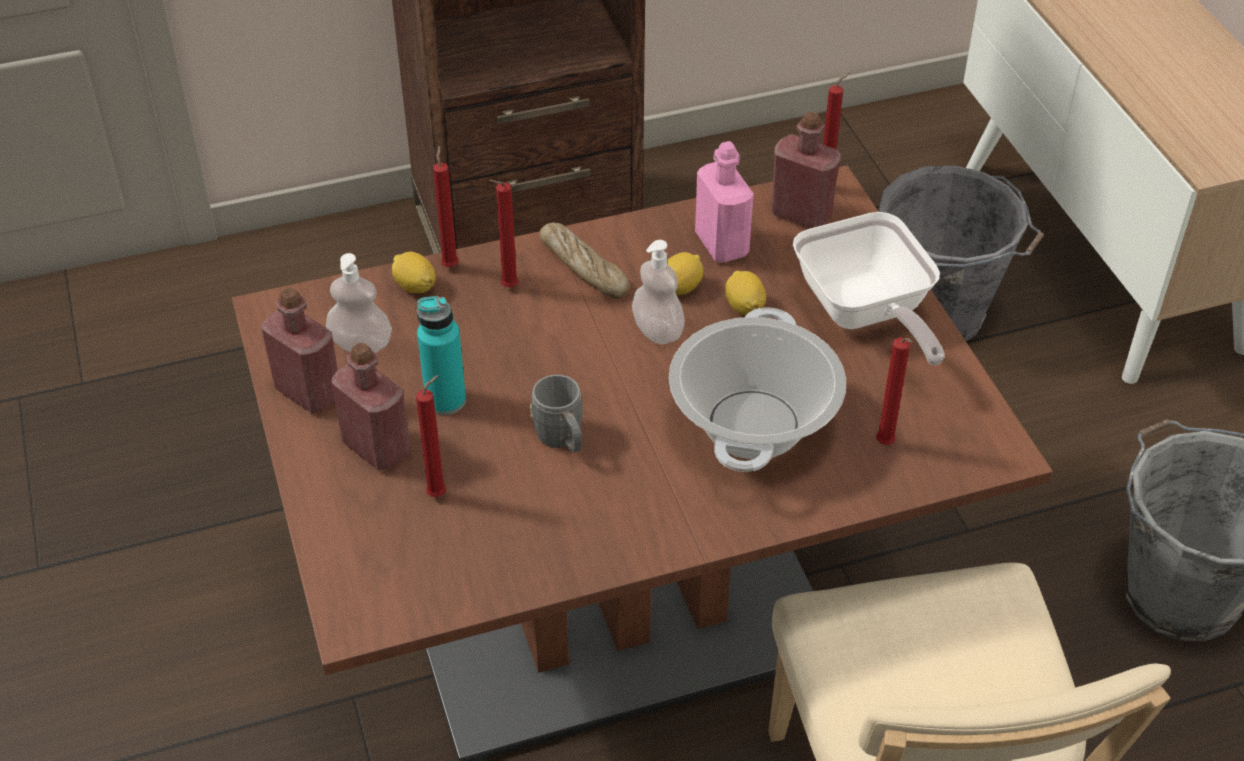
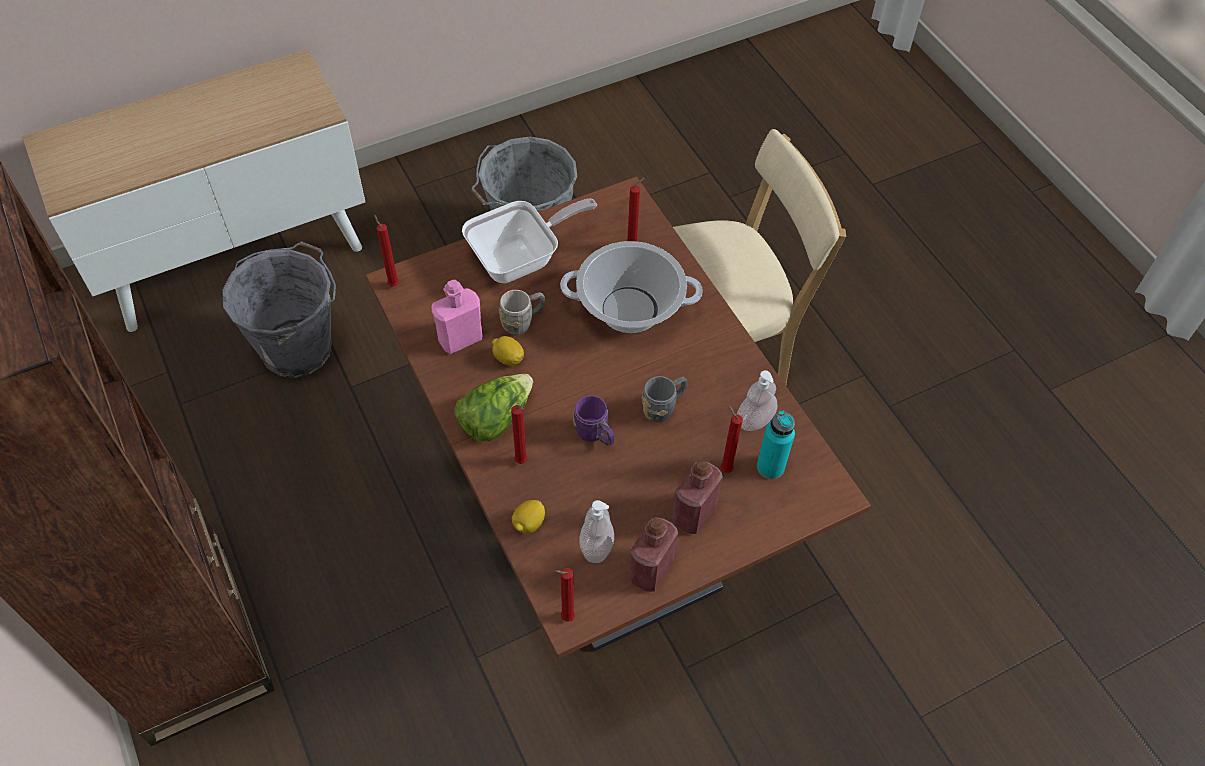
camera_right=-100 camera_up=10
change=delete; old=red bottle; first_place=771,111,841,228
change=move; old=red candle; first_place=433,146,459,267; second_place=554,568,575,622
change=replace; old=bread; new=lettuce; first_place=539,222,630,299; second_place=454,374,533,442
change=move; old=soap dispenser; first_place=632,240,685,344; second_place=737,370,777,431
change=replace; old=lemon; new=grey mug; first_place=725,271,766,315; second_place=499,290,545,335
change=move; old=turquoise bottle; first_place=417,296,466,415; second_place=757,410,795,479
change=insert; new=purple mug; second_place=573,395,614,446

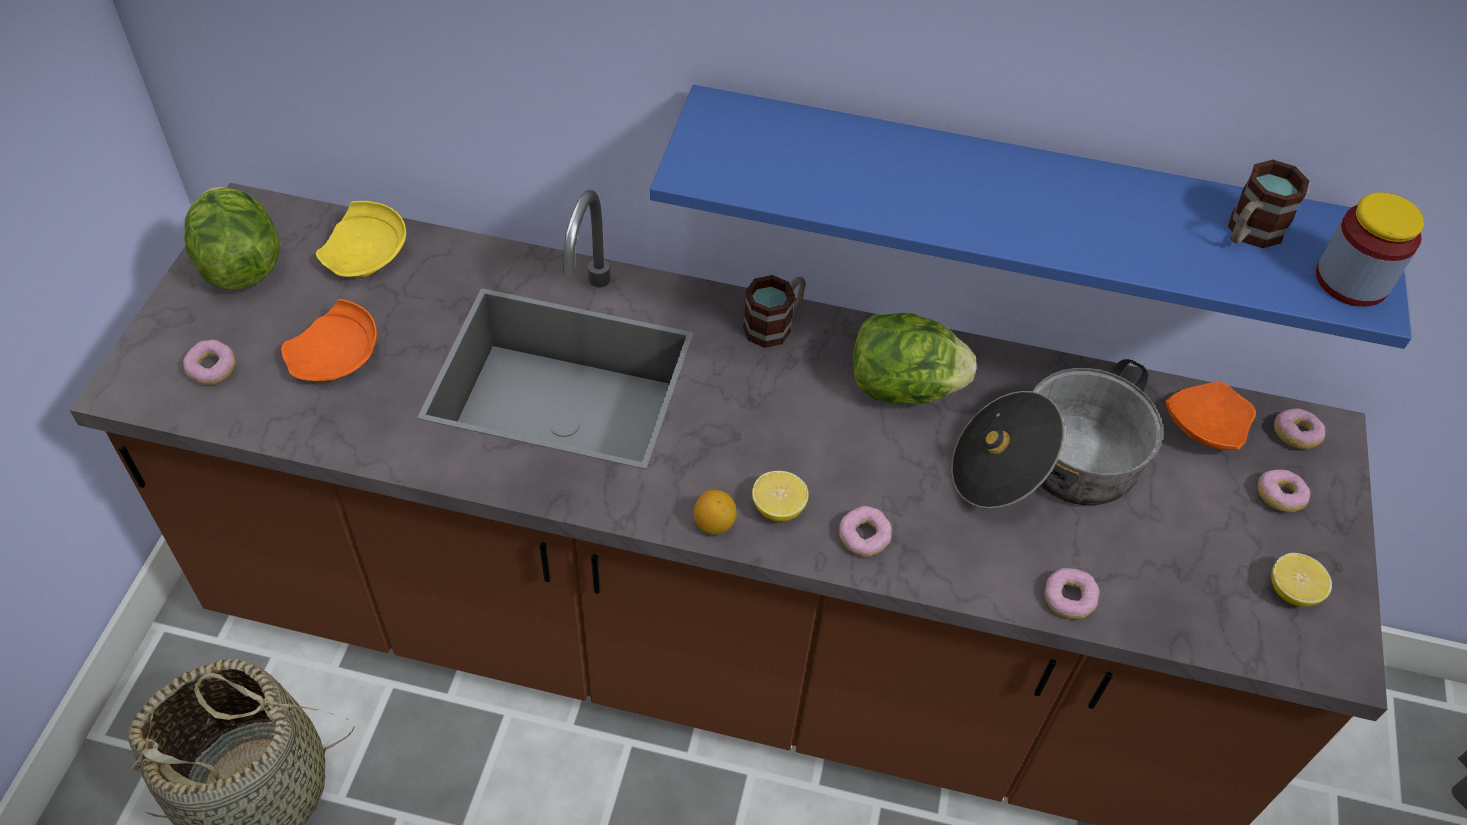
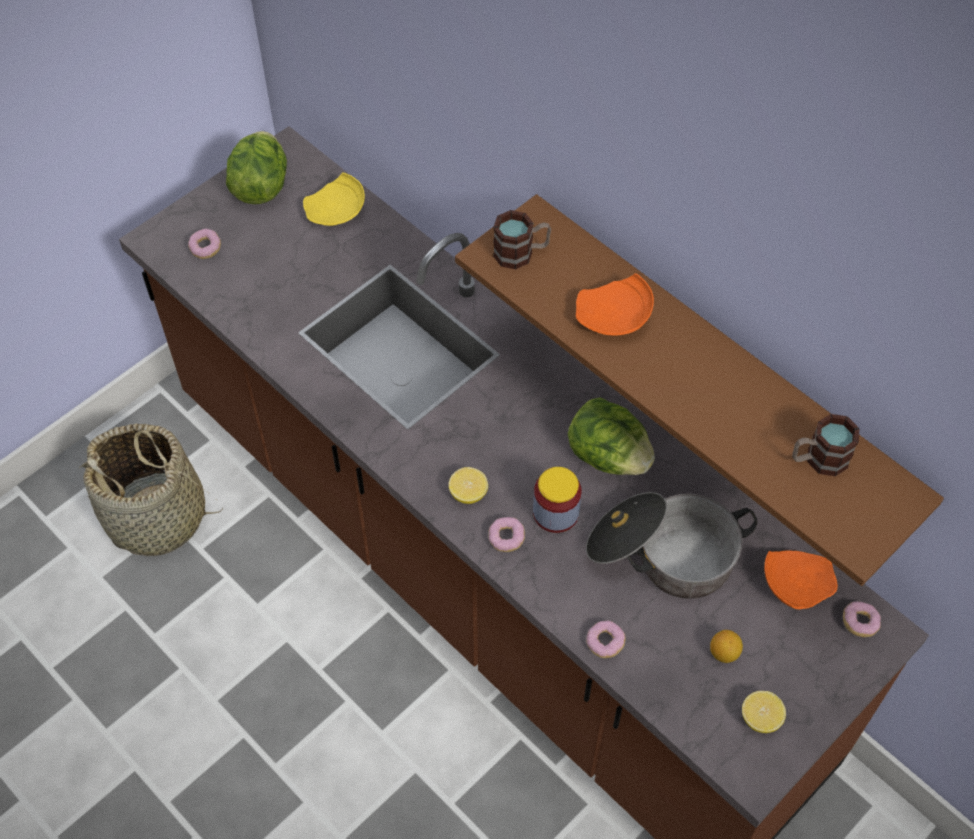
camera_right=35 camera_up=5
change=recolor; old=blue shelf; new=brown shelf; first_place=650,85,1412,349; second_place=455,194,944,586
change=move; old=jar; first_place=1316,192,1424,307; second_place=533,467,582,533
change=move; old=mug; first_place=743,275,806,348; second_place=493,210,551,270
change=move; old=orange plate; first_place=281,299,377,381; second_place=576,273,654,336
change=delete; old=donut; first_place=1257,470,1310,512
change=move; old=lemon; first_place=694,490,737,535; second_place=710,630,743,663

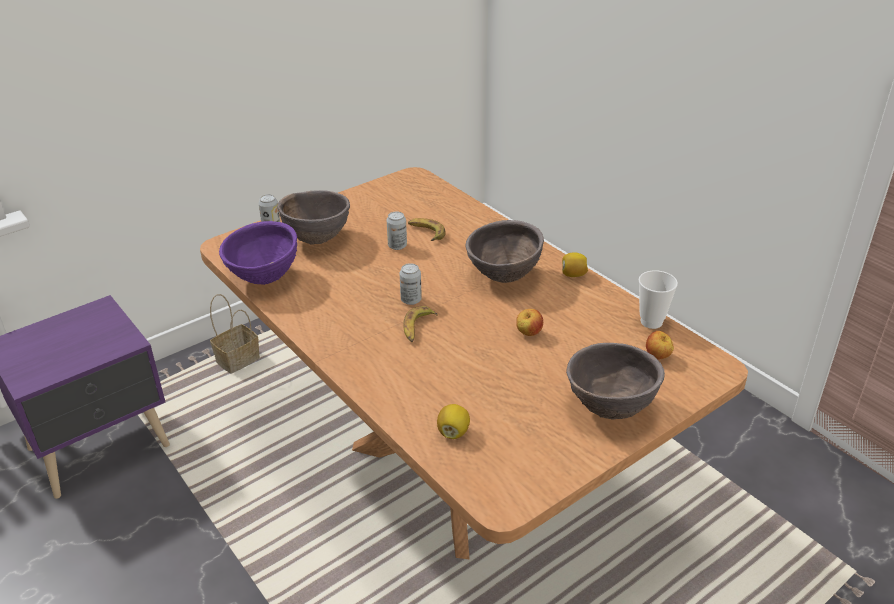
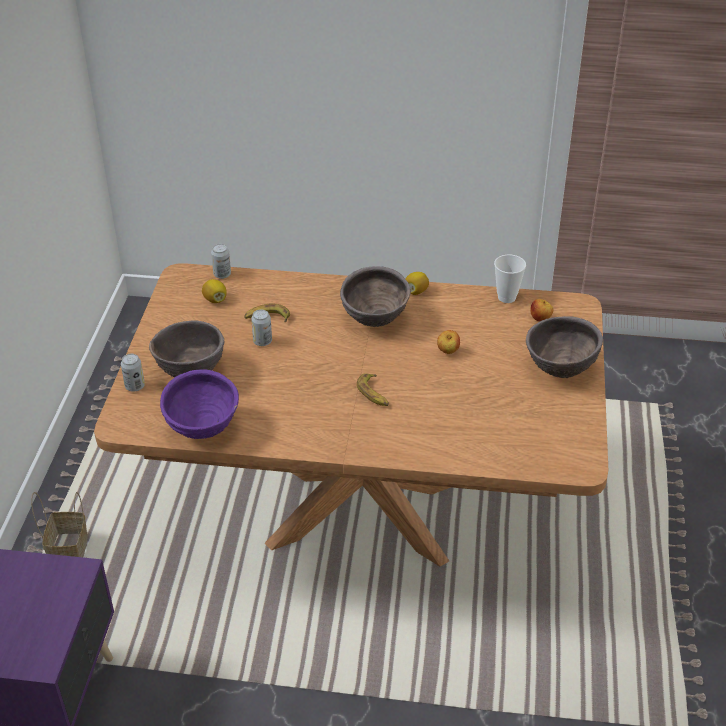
camera_right=-45 camera_up=5
change=move; old=can; first_place=399,263,422,305; second_place=211,244,231,279
change=move; old=lemon; first_place=437,404,470,439; second_place=202,279,227,303

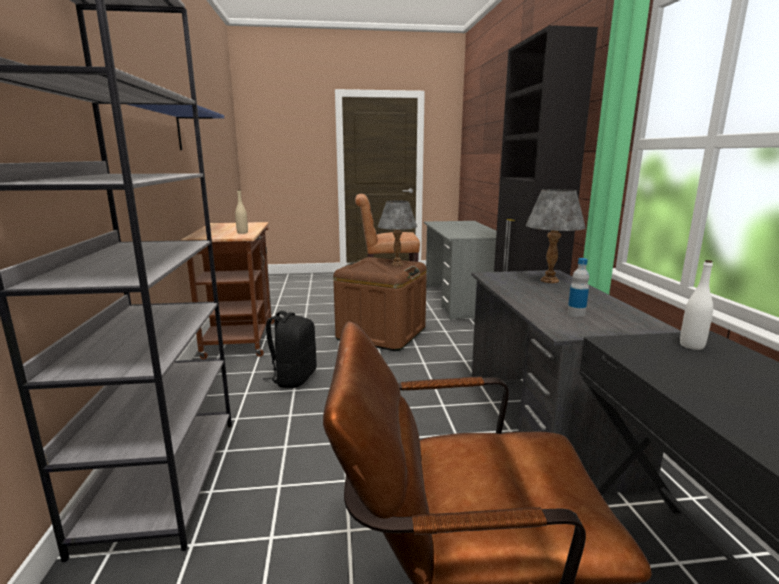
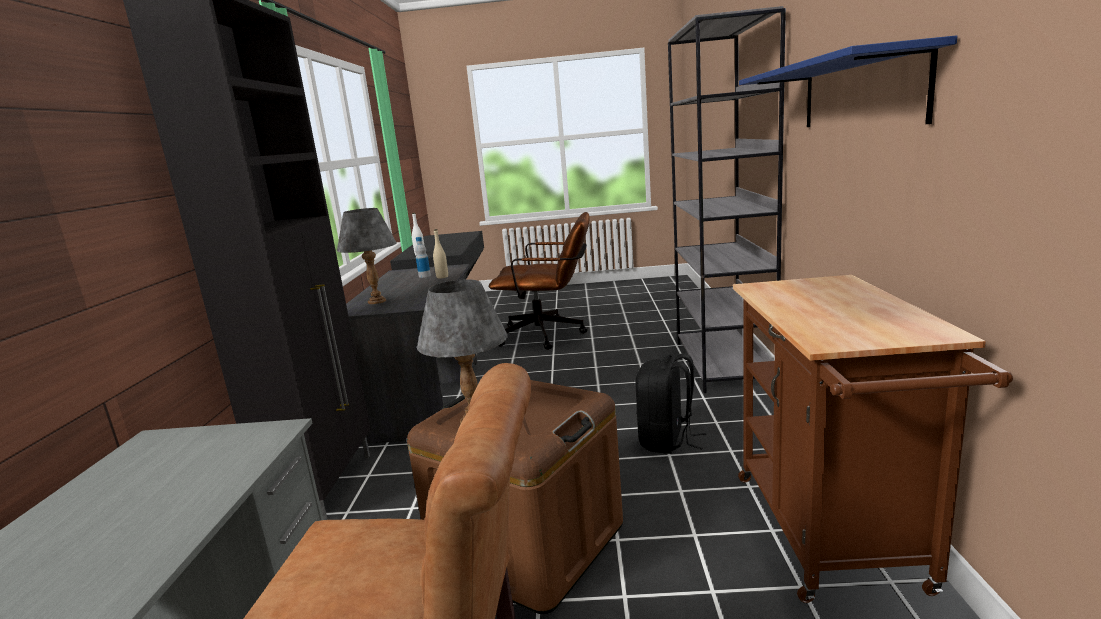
camera_right=-170 camera_up=0
change=move; old=beige bottle; first_place=235,190,248,234; second_place=433,229,448,279

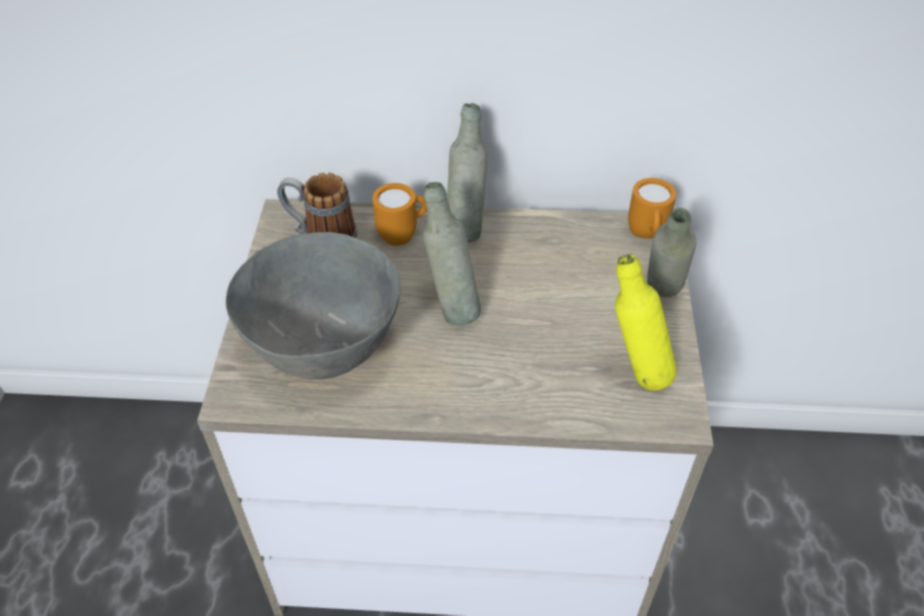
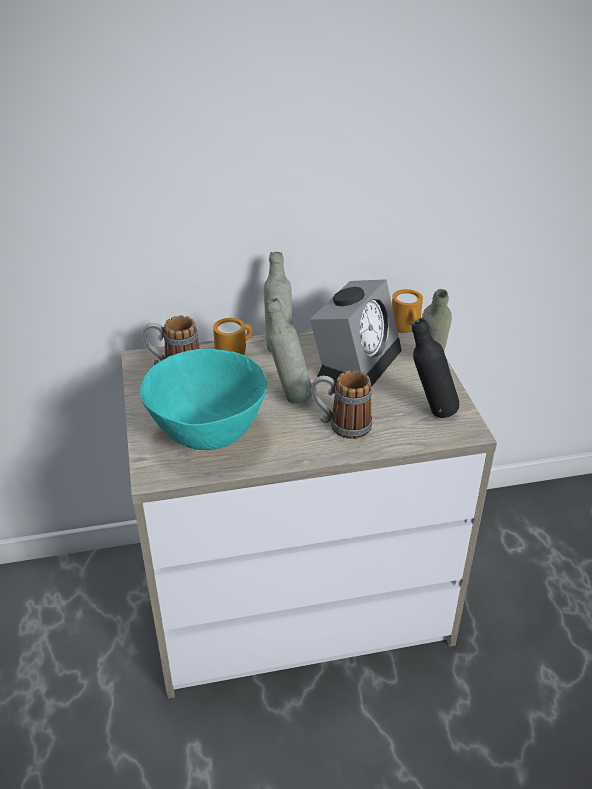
camera_right=-15 camera_up=-10
change=recolor; old=grey bowl; new=turquoise bowl; first_place=226,232,400,380; second_place=140,348,267,450
change=recolor; old=yellow bottle; new=black bottle; first_place=615,254,677,391; second_place=412,318,459,418
change=insert; new=alarm clock; second_place=310,279,402,387
change=insert; new=mug; second_place=311,370,372,439

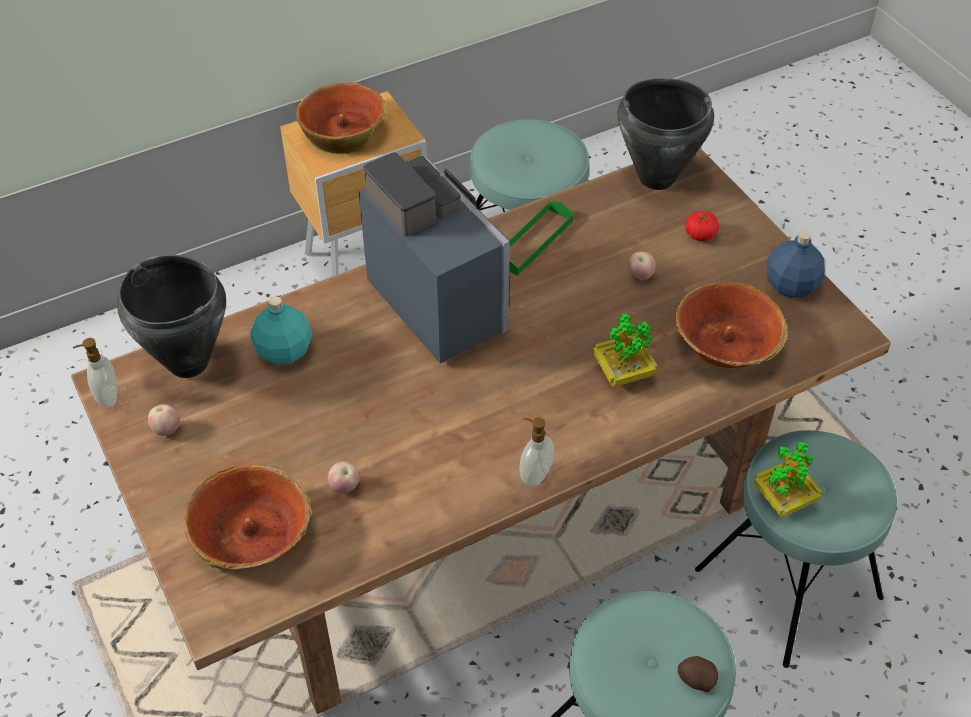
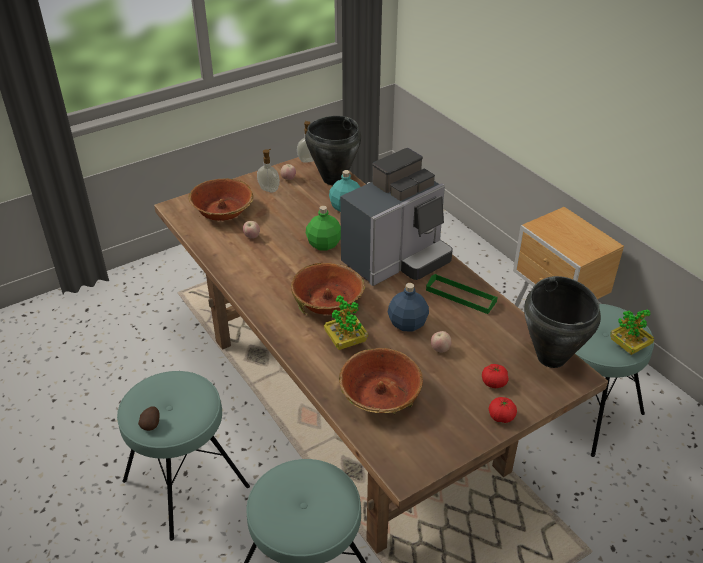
camera_right=85 camera_up=-10
change=move; old=bowl; first_place=296,82,386,155; second_place=291,262,365,315
change=move; old=blue bottle; first_place=767,231,825,298; second_place=388,283,429,332
change=move; old=soap dispenser; first_place=520,417,554,487; second_place=257,149,280,192
change=move; old=potted plant; first_place=754,442,822,518; second_place=610,309,654,355
change=insert; new=green bottle; second_place=306,206,341,251
change=insert; new=tomato; second_place=489,397,517,423

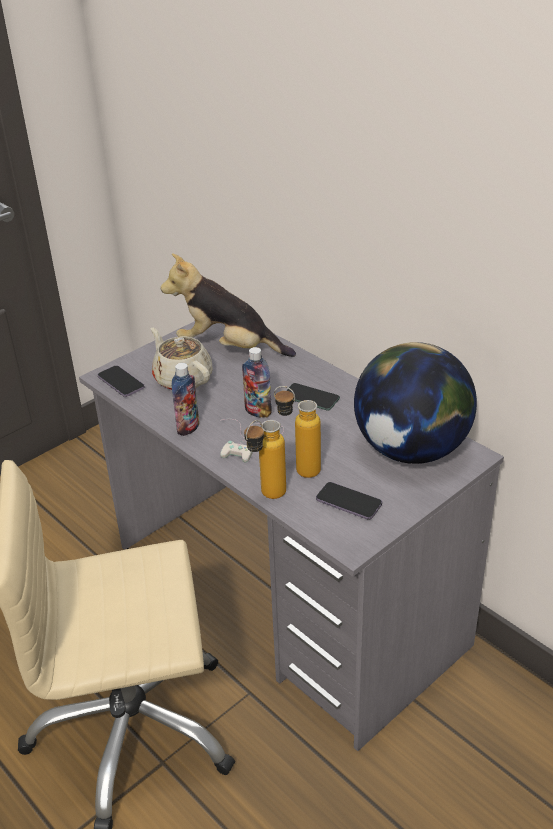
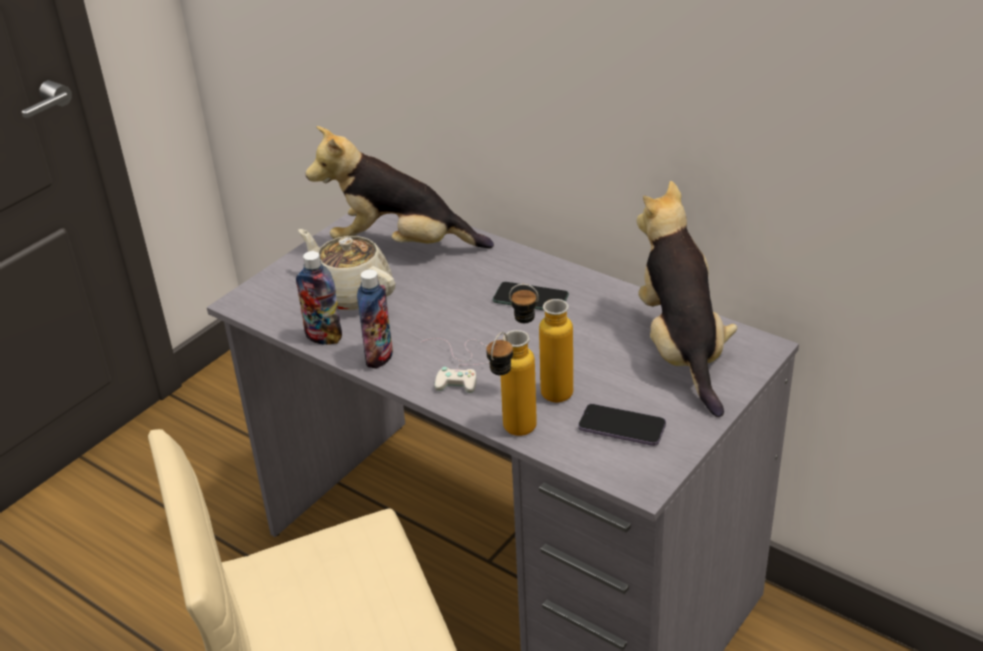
camera_right=-10 camera_up=0
change=replace; old=globe; new=plush toy; first_place=354,342,477,464; second_place=637,181,737,417
change=move; old=bottle; first_place=242,347,272,418; second_place=296,251,342,345
change=delete; old=phone; first_place=98,365,145,397

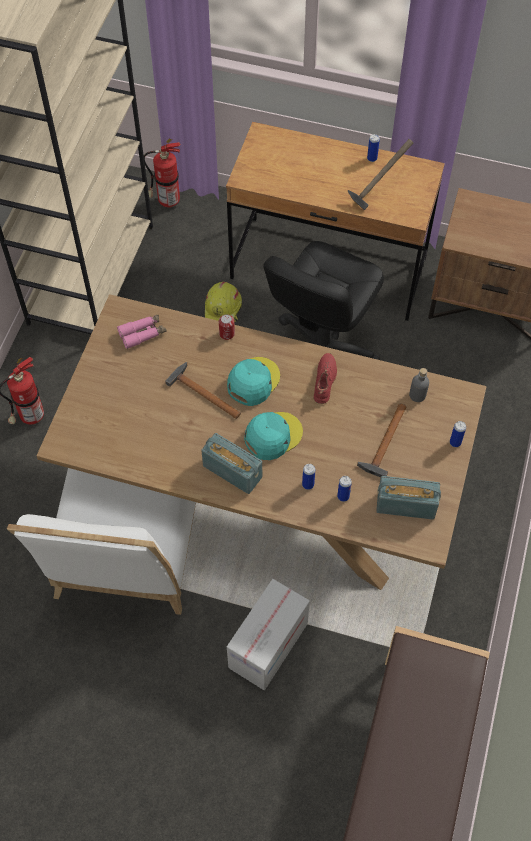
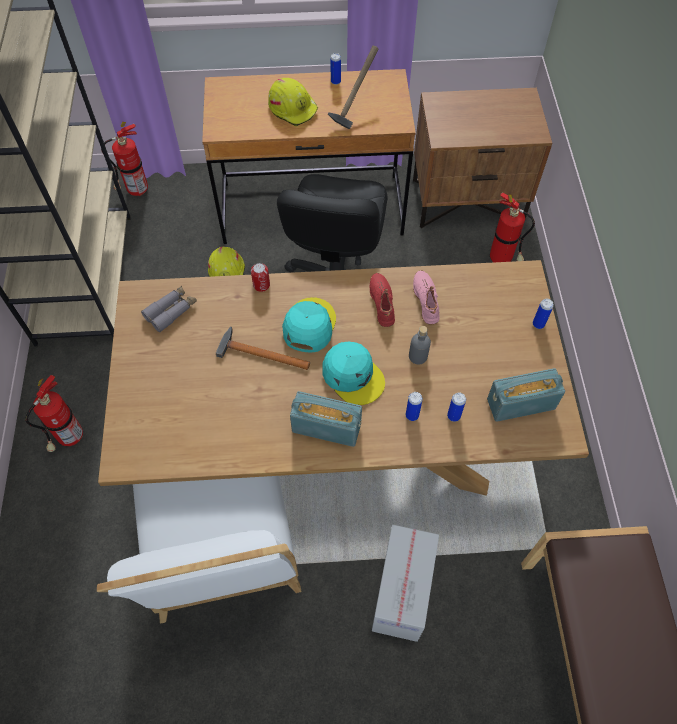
camera_right=-20 camera_up=0
change=recolor; old=pink binoculars; new=grey binoculars; first_place=117,314,167,349; second_place=141,286,197,332
change=move; old=grey bottle; first_place=409,368,429,402; second_place=409,326,431,365
change=delete; old=hammer; first_place=357,403,406,477
change=rotate; old=turquoise cap; first_place=244,412,303,460; second_place=322,342,385,405; degrees=105
change=insert; new=yellow hard hat; second_place=268,78,318,126
change=insert; new=fire extinguisher; second_place=490,193,535,262
change=insert; new=pink shoe; second_place=413,271,440,325

